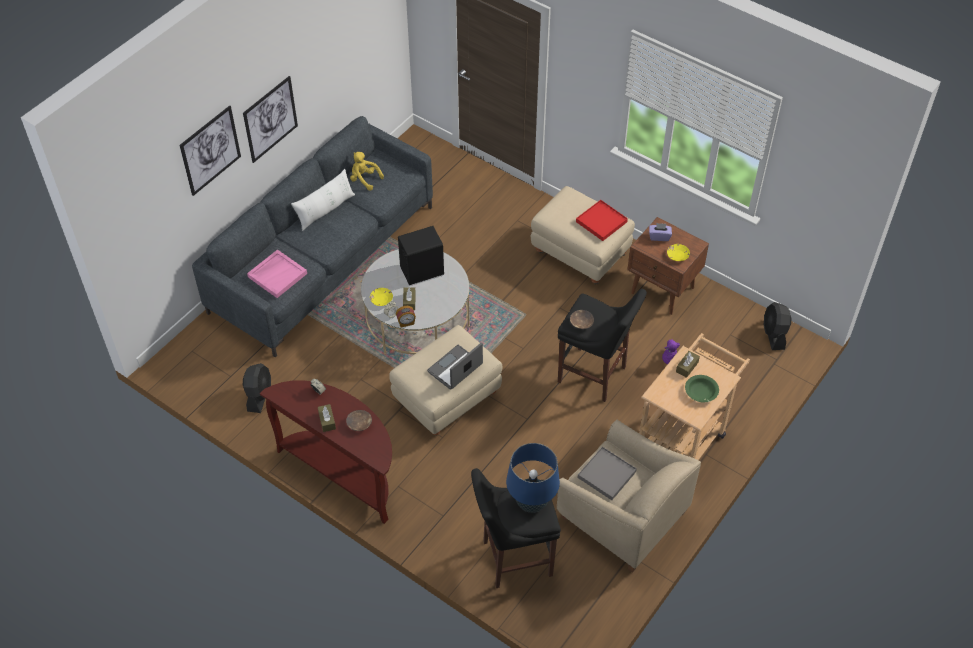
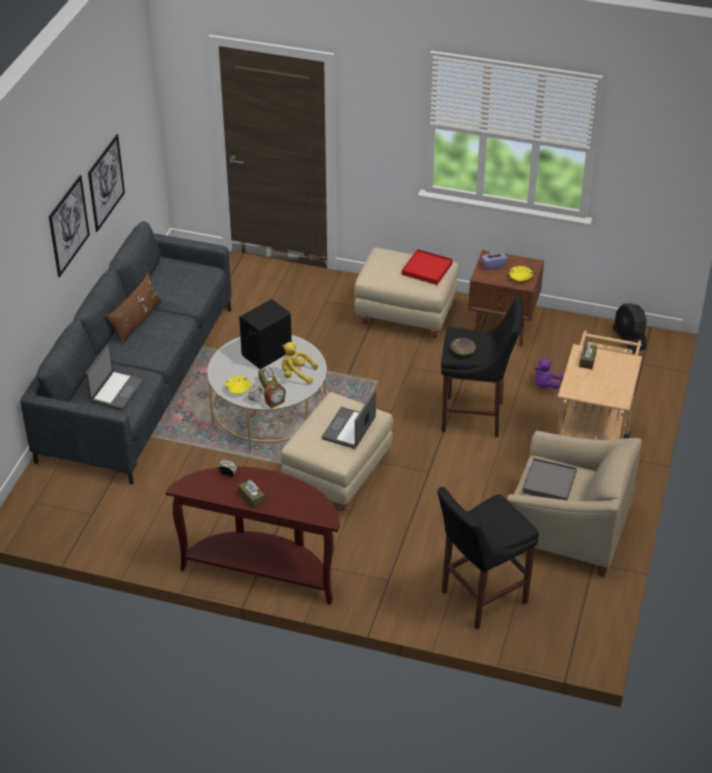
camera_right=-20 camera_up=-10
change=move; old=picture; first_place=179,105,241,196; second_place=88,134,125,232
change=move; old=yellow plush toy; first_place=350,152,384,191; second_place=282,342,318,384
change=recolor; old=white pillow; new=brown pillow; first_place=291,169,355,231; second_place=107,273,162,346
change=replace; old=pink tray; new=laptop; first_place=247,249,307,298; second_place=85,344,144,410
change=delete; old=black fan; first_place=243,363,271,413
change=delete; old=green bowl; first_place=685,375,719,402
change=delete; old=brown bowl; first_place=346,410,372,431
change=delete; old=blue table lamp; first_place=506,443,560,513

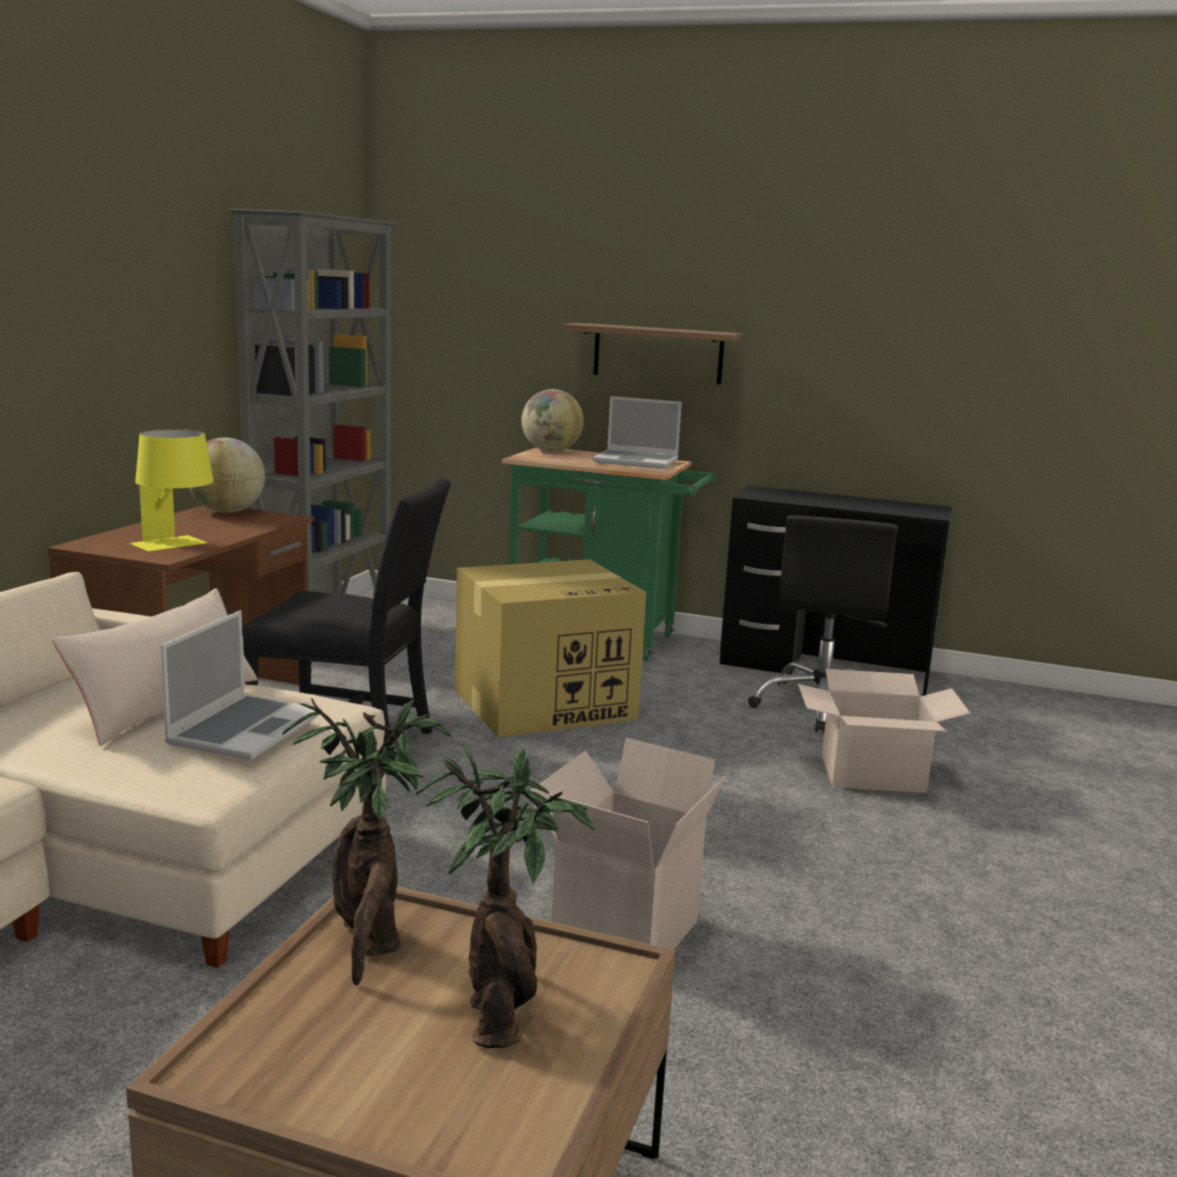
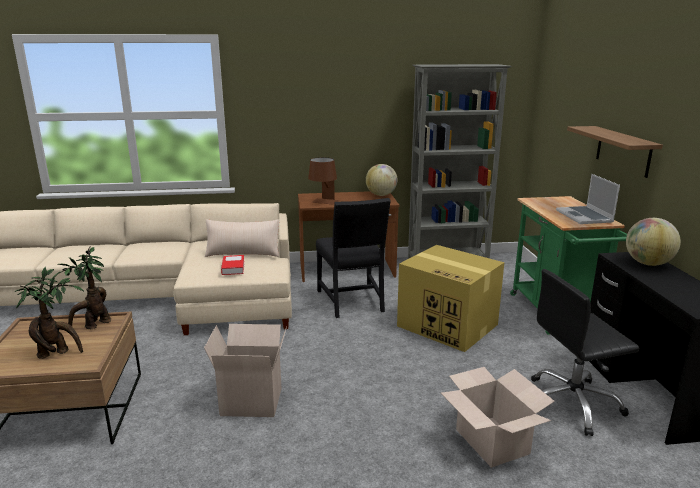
camera_right=65 camera_up=5
change=move; old=globe; first_place=521,389,584,452; second_place=626,218,681,266
change=recolor; old=yellow table lamp; new=brown table lamp; first_place=130,429,214,551; second_place=308,157,339,205
change=replace; old=laptop; new=book; first_place=161,610,321,760; second_place=221,255,245,275

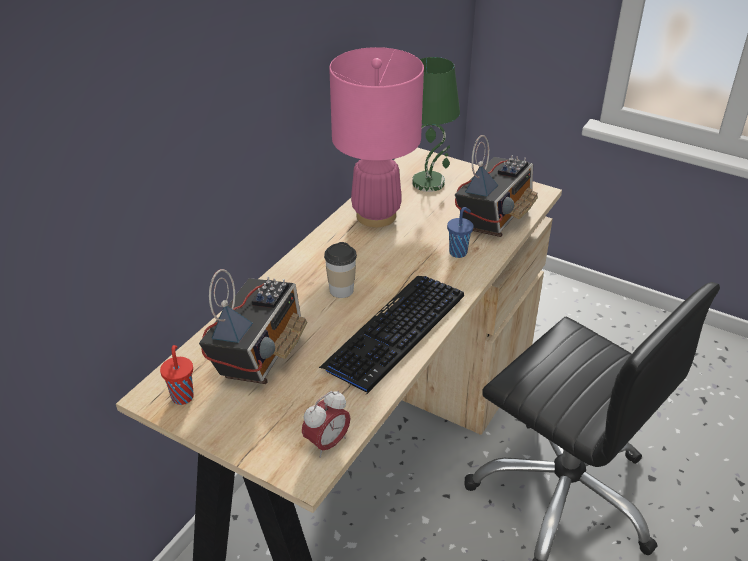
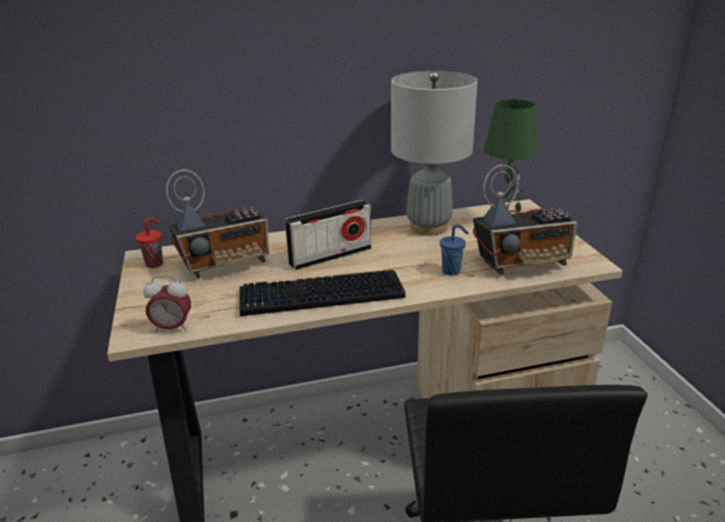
camera_right=45 camera_up=-10
change=recolor; old=pink table lamp; new=grey table lamp; first_place=329,47,424,227; second_place=391,71,478,236
change=replace; old=cup; new=radio; first_place=324,242,357,298; second_place=285,200,371,270

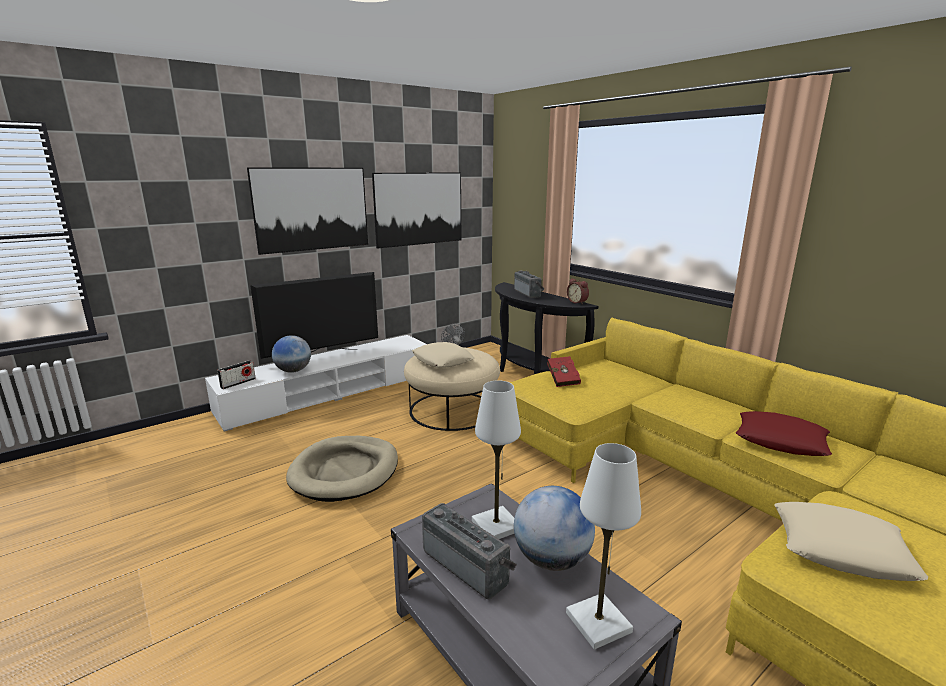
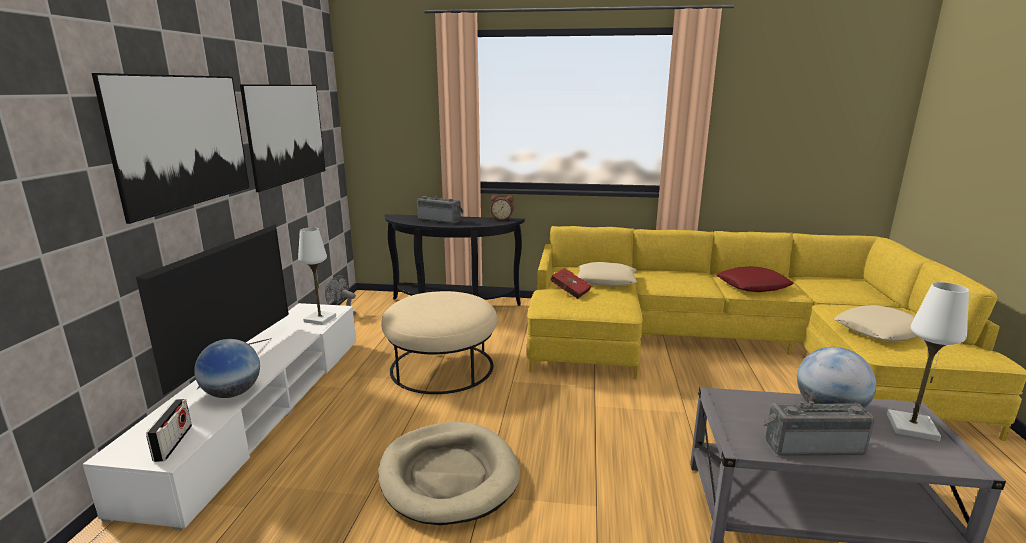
camera_right=-45 camera_up=0
change=move; old=beige pillow; first_place=412,342,475,368; second_place=577,262,637,287
change=move; old=white table lamp; first_place=472,380,521,539; second_place=298,227,336,325

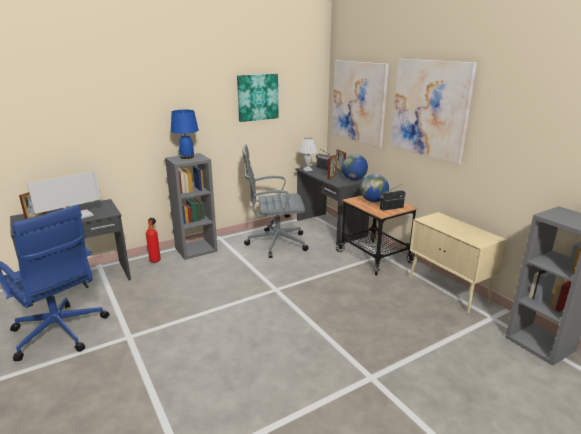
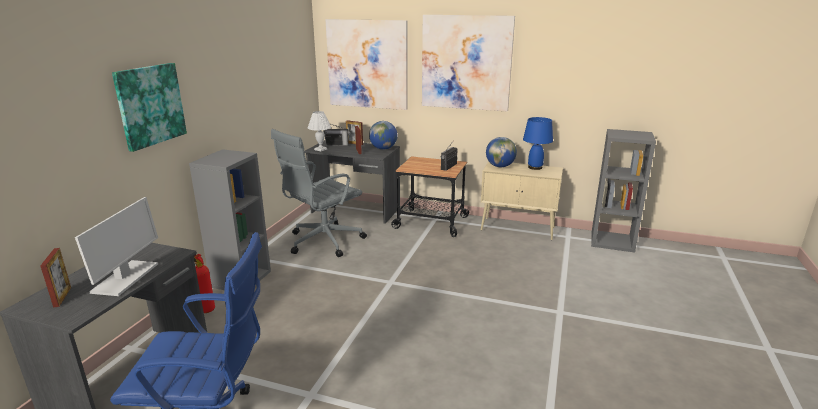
camera_right=-40 camera_up=0
change=move; old=picture; first_place=237,74,278,122; second_place=112,63,187,152
change=move; old=blue table lamp; first_place=171,110,199,159; second_place=523,117,553,170
change=move; old=globe; first_place=360,174,389,202; second_place=486,137,517,167

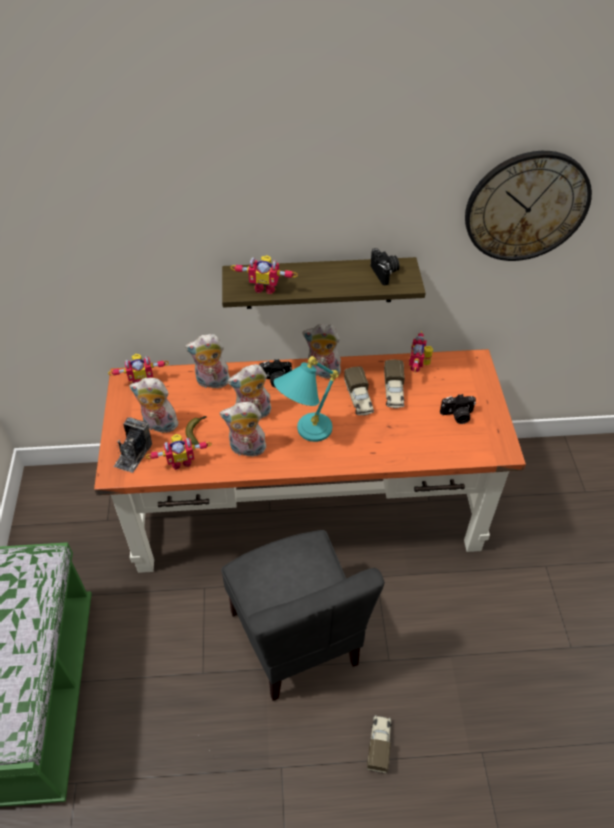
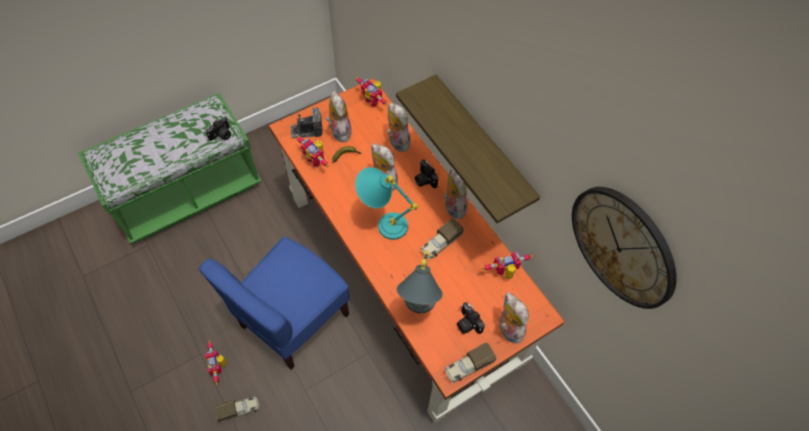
camera_right=60 camera_up=10
change=move; old=photo camera; first_place=371,248,400,285; second_place=205,117,231,141
change=move; old=toy robot; first_place=230,255,298,294; second_place=205,340,227,386
change=move; old=toy truck; first_place=384,360,405,408; second_place=445,343,496,383
change=move; old=plush toy; first_place=220,402,266,457; second_place=498,292,529,343
change=recolor; old=grey chair; new=blue chair; first_place=221,530,385,701; second_place=199,237,349,370
change=insert; new=grey table lamp; second_place=396,251,443,313

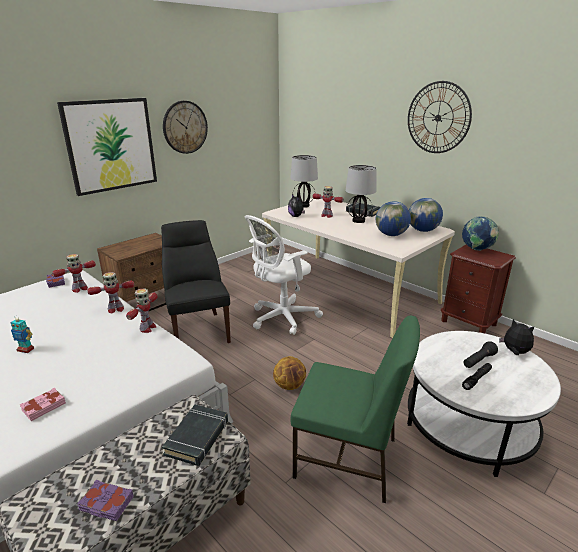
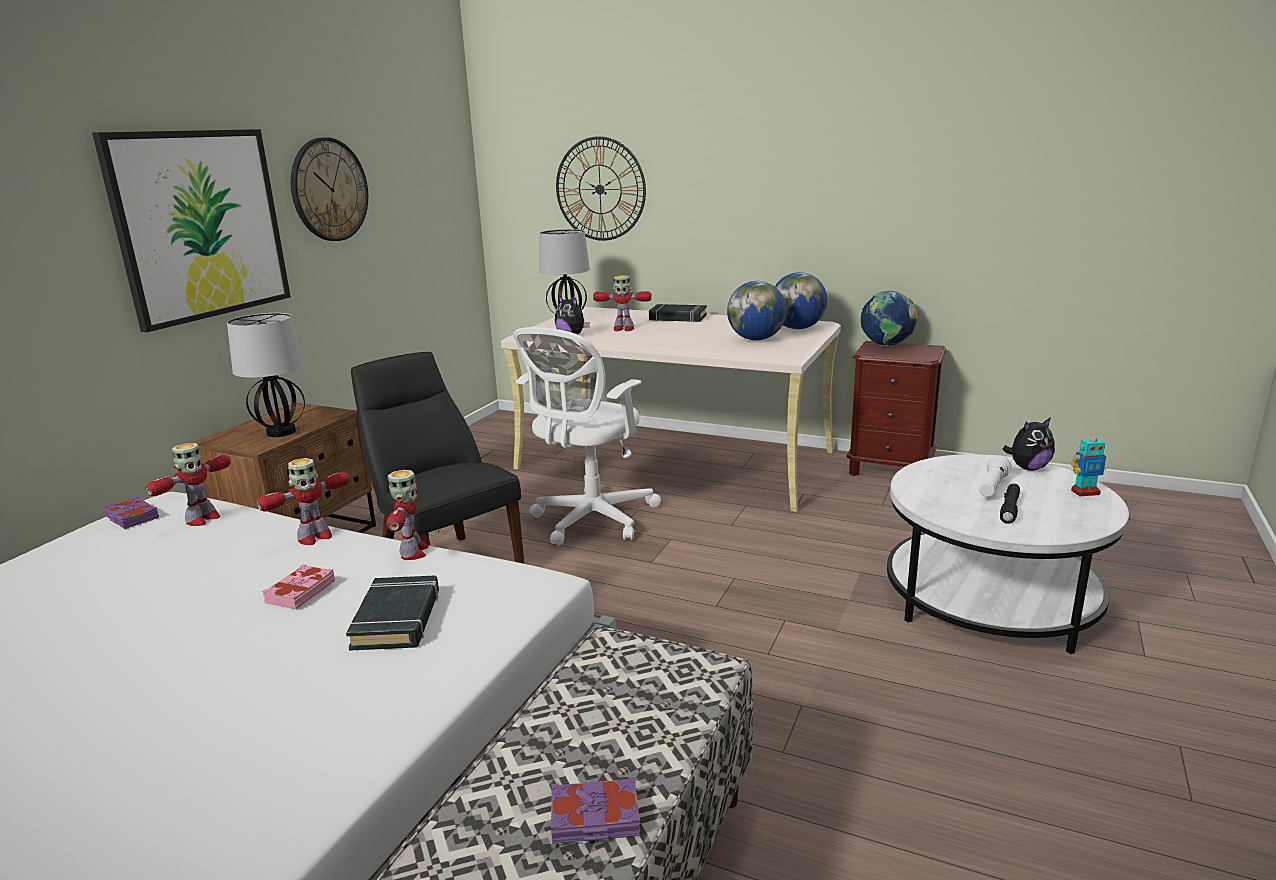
camera_right=-20 camera_up=-5
change=move; old=wall clock; first_place=408,81,472,153; second_place=556,136,646,241
change=move; old=table lamp; first_place=345,165,376,223; second_place=227,313,305,437
change=move; old=toy robot; first_place=11,316,34,353; second_place=1071,431,1106,496
change=delete; old=green chair; first_place=290,316,420,503
change=rotate; old=plush toy; first_place=499,319,535,355; second_place=1002,417,1055,471; degrees=135
change=recolor; old=black flashlight; new=white flashlight; first_place=463,341,498,368; second_place=979,455,1012,497
change=delete; old=basketball; first_place=273,356,306,390
change=move; old=pink book; first_place=19,388,66,421; second_place=262,564,335,609
change=move; old=black book; first_place=162,405,228,466; second_place=346,576,439,651

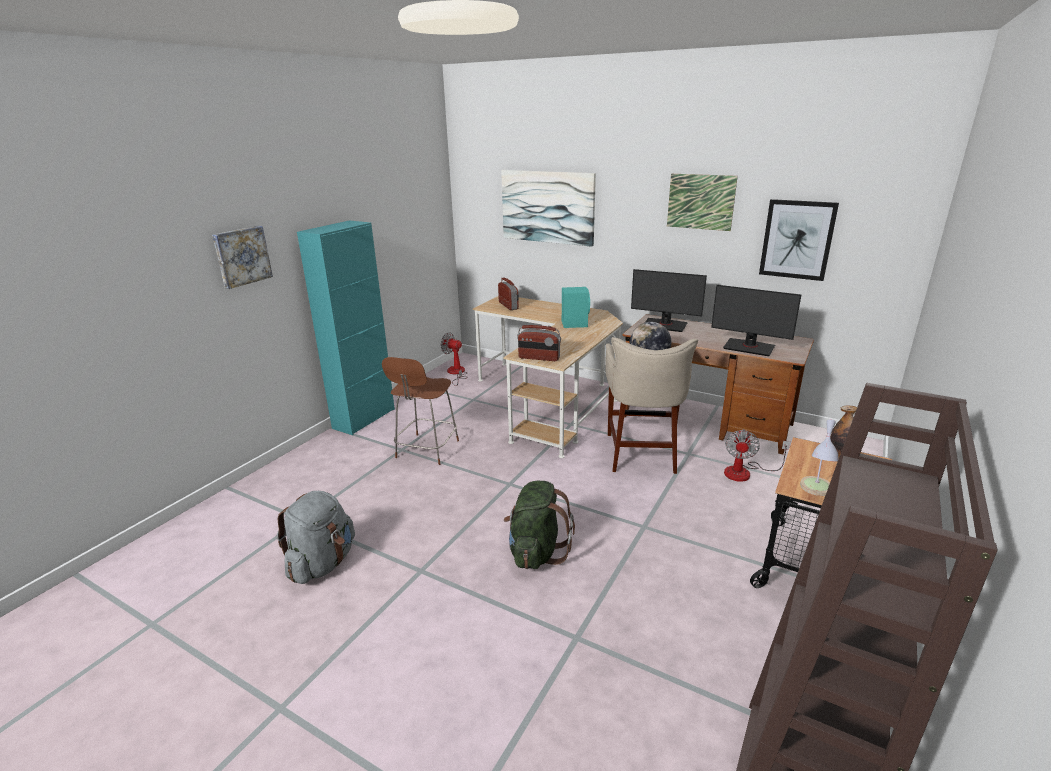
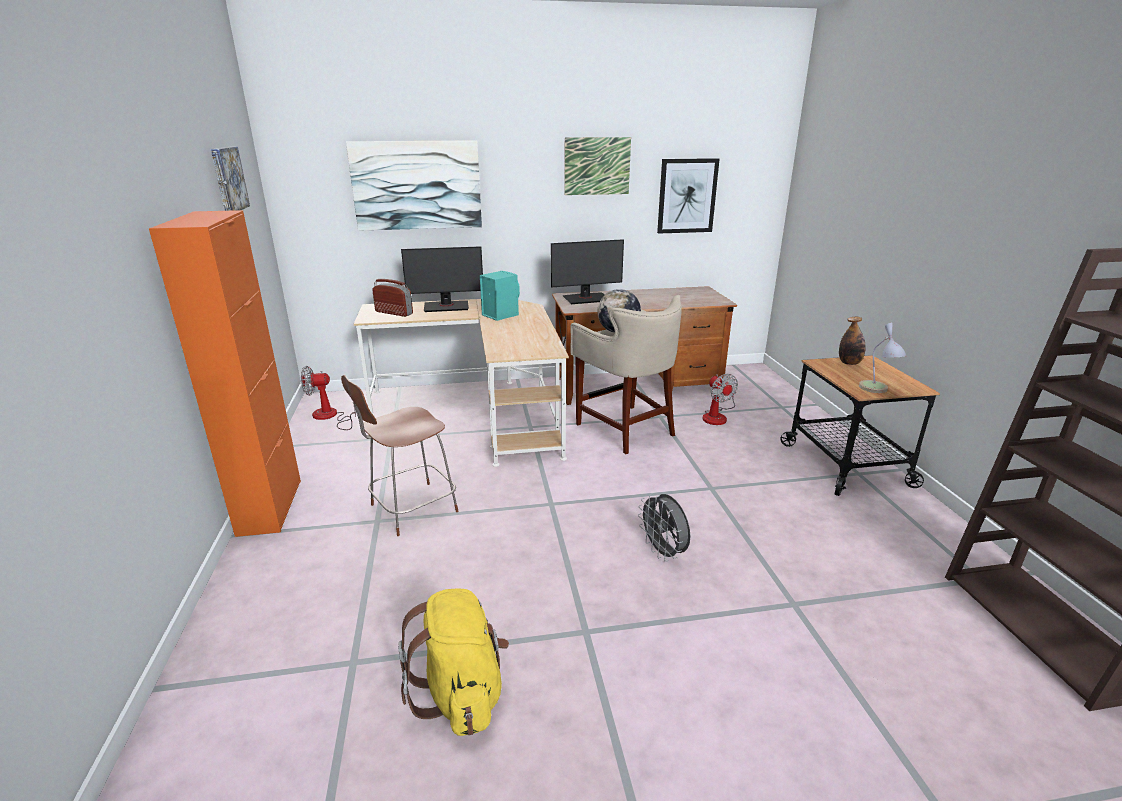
camera_right=-40 camera_up=0
change=recolor; old=turquoise cabinet; new=orange cabinet; first_place=297,220,395,435; second_place=149,210,301,537
change=move; old=picture; first_place=212,226,273,289; second_place=211,146,250,211
change=move; old=monitor; first_place=711,285,801,356; second_place=401,246,483,312
change=delete; old=radio; first_place=517,325,561,361
change=rotate; old=brown chair; first_place=382,357,459,465; second_place=341,375,458,536; degrees=75
change=replace; old=green backpack; new=grey fan; first_place=504,481,575,569; second_place=638,493,691,562
change=recolor; old=grey backpack; new=yellow backpack; first_place=277,491,355,584; second_place=398,589,509,736

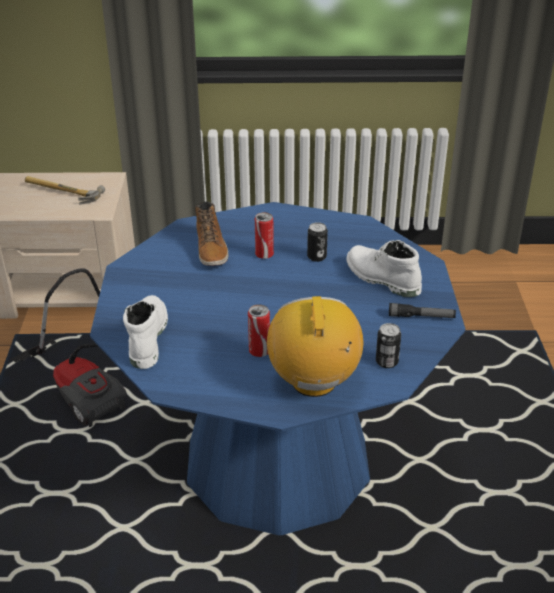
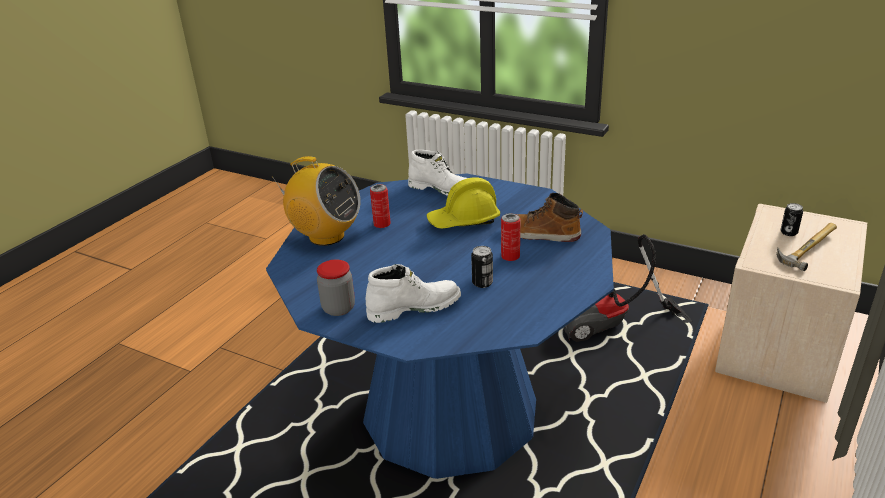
camera_right=120 camera_up=-5
change=replace; old=flashlight; new=jar; first_place=389,303,456,318; second_place=317,260,355,316
change=move; old=can; first_place=376,323,401,368; second_place=781,203,803,236
change=insert; new=yellow hard hat; second_place=426,178,500,229

